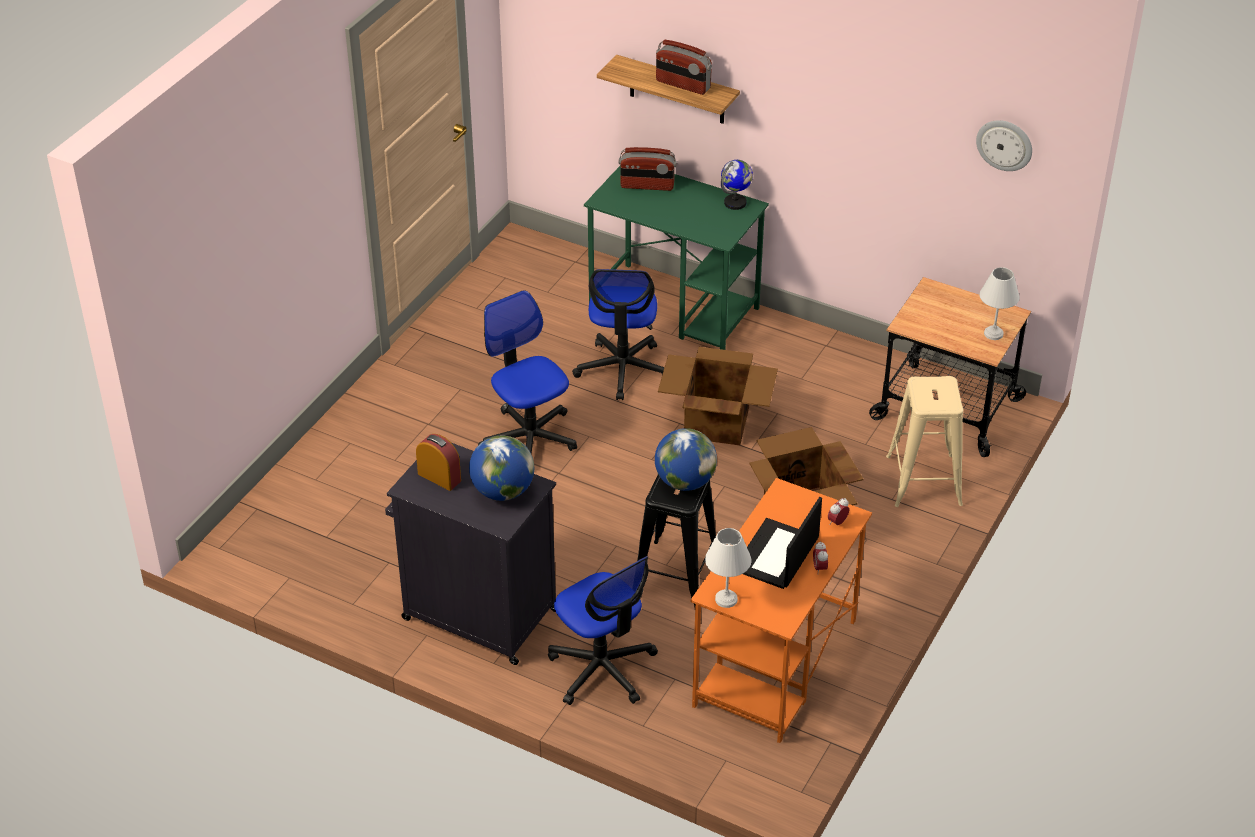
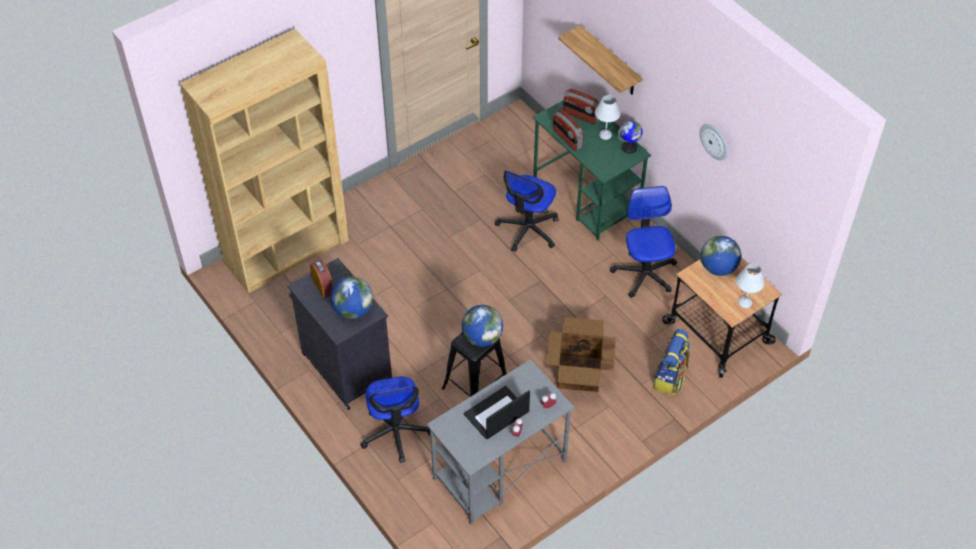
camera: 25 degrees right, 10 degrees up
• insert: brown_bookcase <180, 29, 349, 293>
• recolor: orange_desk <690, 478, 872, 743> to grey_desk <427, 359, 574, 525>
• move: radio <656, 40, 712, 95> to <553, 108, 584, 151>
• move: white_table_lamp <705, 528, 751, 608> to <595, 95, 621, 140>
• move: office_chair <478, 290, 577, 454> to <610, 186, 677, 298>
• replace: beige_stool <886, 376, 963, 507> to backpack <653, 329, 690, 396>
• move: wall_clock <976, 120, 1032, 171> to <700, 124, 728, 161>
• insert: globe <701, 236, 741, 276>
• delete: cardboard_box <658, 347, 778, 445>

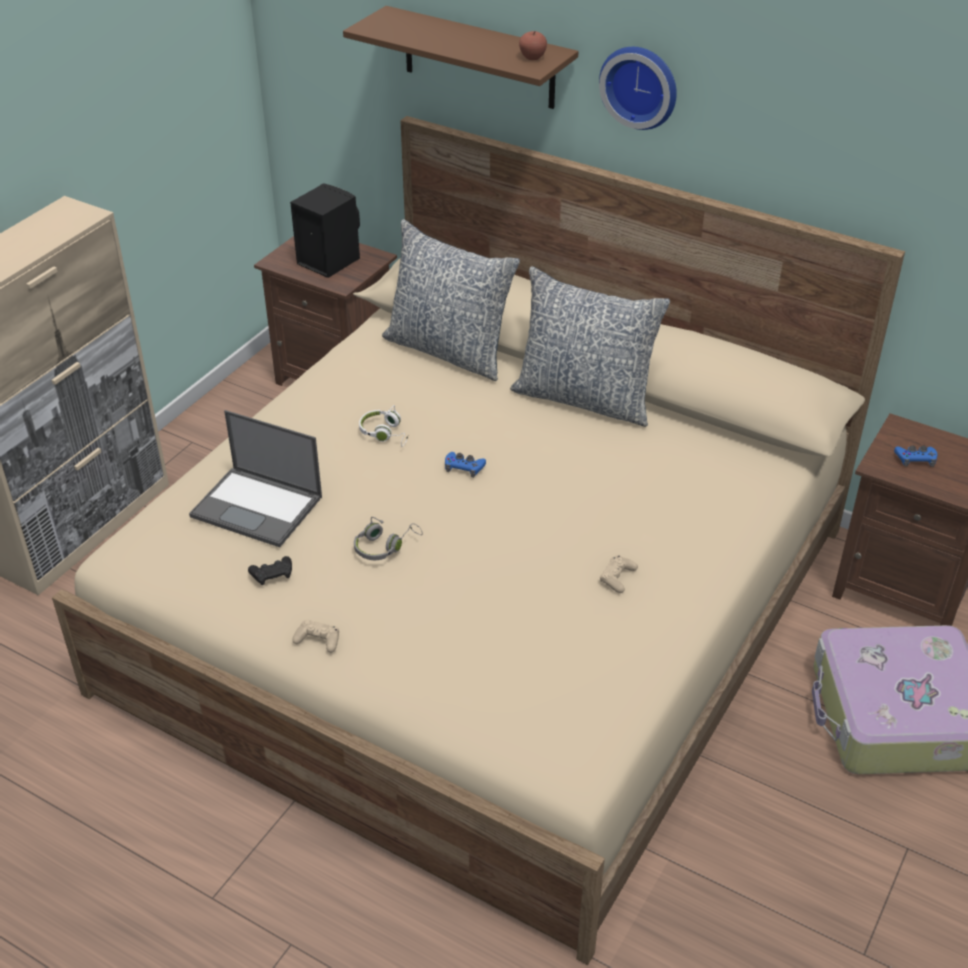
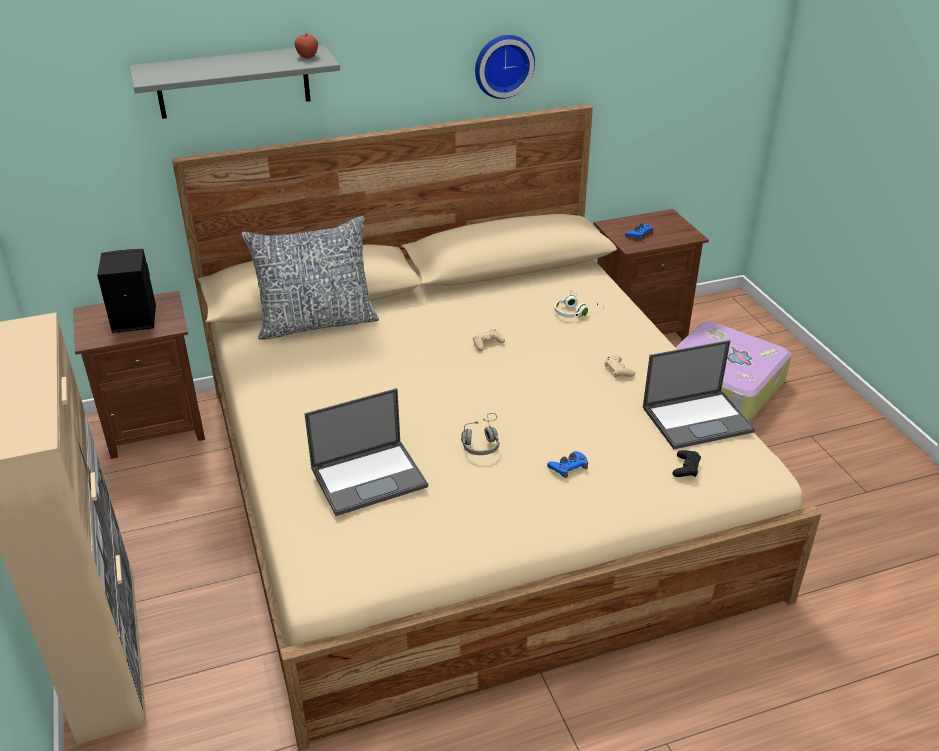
camera: 50 degrees left, 5 degrees down
• recolor: brown_shelf <343, 6, 579, 109> to grey_shelf <129, 45, 340, 119>
• move: beige_game_controller <292, 620, 339, 653> to <473, 329, 505, 351>
• move: wall_clock <599, 47, 677, 130> to <475, 35, 535, 99>
• move: blue_game_controller <445, 452, 486, 478> to <547, 451, 588, 478>
• move: white_headphones <359, 405, 408, 447> to <554, 290, 604, 318>
• insert: laptop <643, 340, 755, 449>
• move: black_game_controller <248, 556, 292, 585> to <672, 450, 701, 477>
• delete: pillow <510, 266, 670, 427>

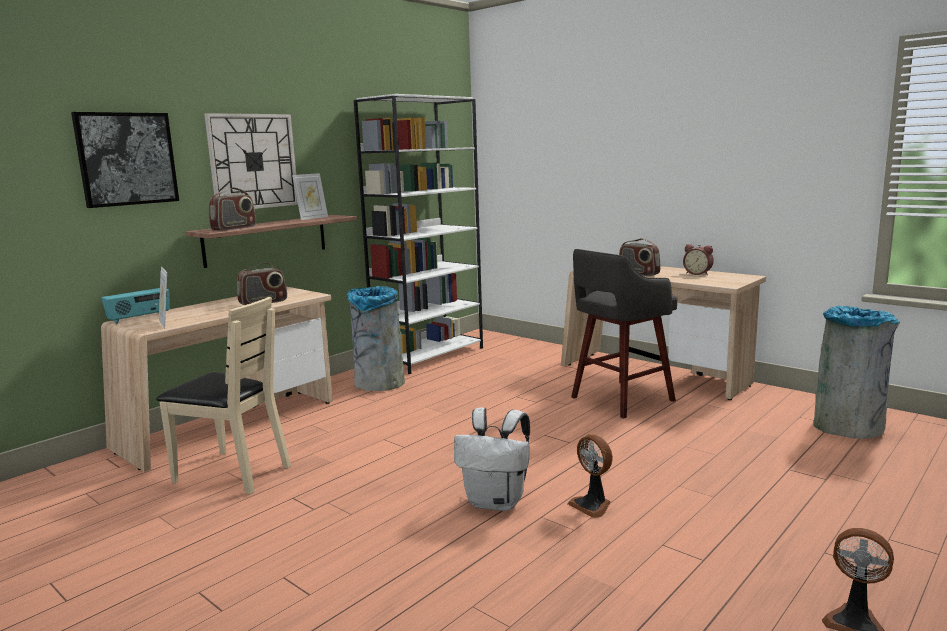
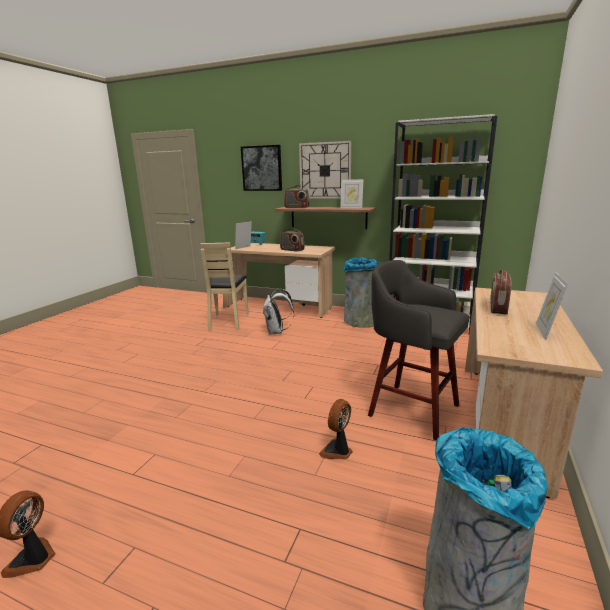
camera: 70 degrees right, 5 degrees up
• move: white_backpack <454, 407, 530, 511> to <263, 289, 294, 334>
• move: fan <567, 434, 613, 518> to <319, 399, 353, 459>
• replace: alarm_clock <683, 244, 714, 275> to picture_frame <536, 272, 568, 340>

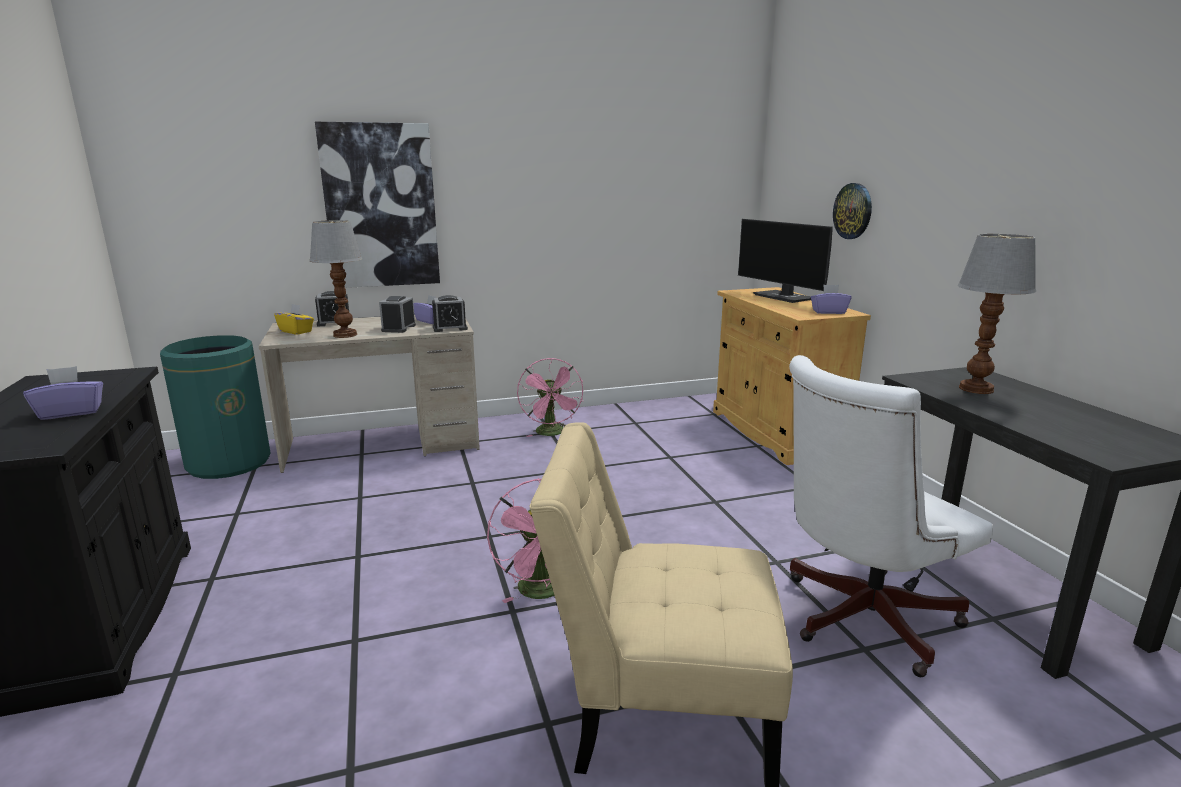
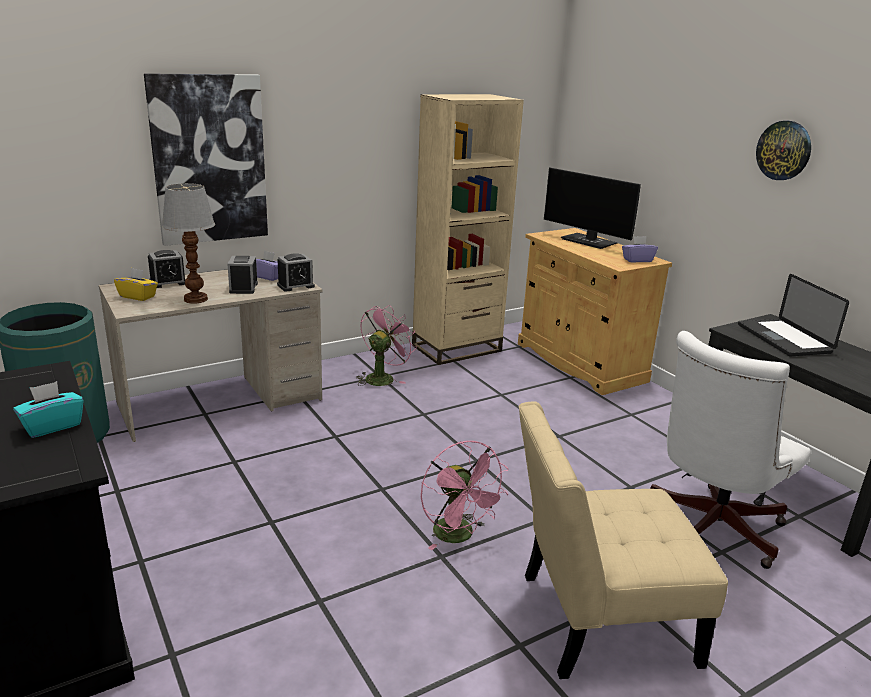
camera: 15 degrees left, 5 degrees up
• recolor: purple_tissue_box <23, 366, 103, 420> to turquoise_tissue_box <13, 381, 84, 438>
• rotate: pink_fan <517, 358, 583, 437> = <356, 305, 417, 386> 120 degrees counterclockwise
• insert: beige_bookcase <412, 94, 524, 365>
• replace: table_lamp <957, 234, 1036, 394> to laptop <738, 274, 849, 356>
• move: wall_clock <833, 183, 872, 239> to <756, 121, 811, 180>

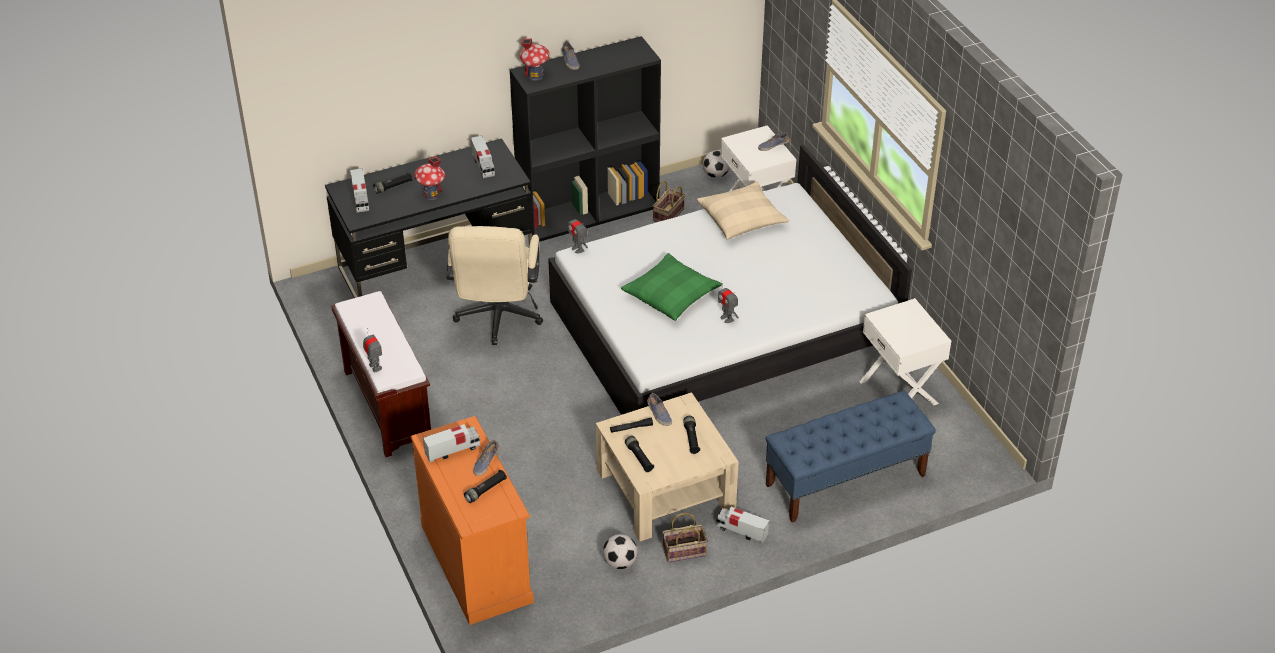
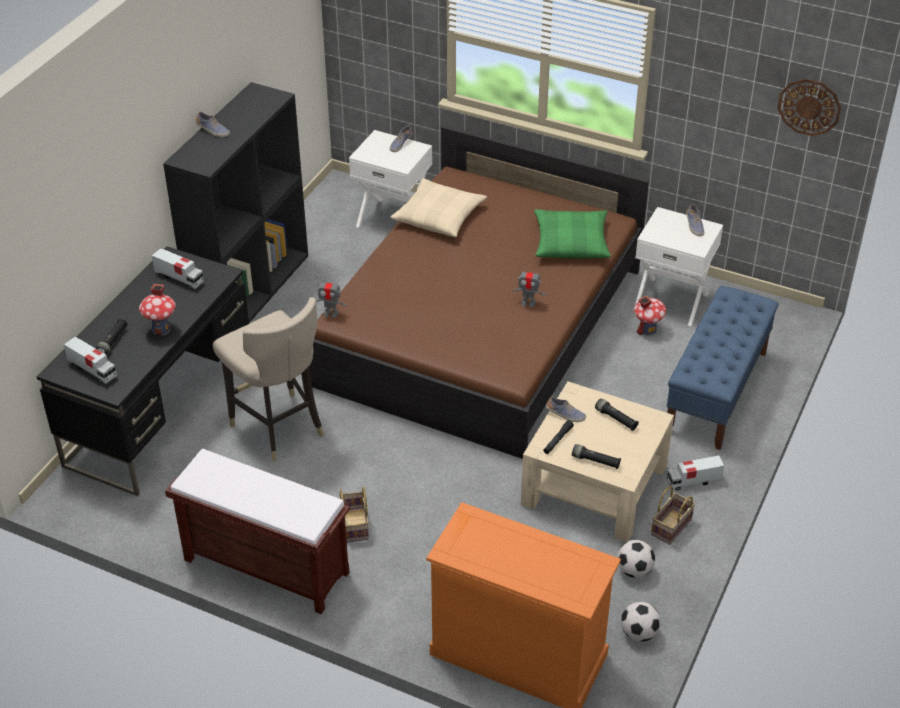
camera: 40 degrees left, 0 degrees up
• replace: beige_office_chair <446, 226, 543, 345> to beige_stool <213, 297, 324, 462>
• recolor: white_bed <548, 144, 912, 415> to brown_bed <309, 126, 649, 459>
• move: basket <653, 181, 685, 222> to <339, 487, 369, 542>
• move: green_pillow <621, 253, 723, 321> to <534, 209, 611, 258>
• move: football <703, 150, 730, 178> to <621, 602, 661, 642>
• move: toy_house <520, 38, 550, 81> to <634, 296, 666, 336>
• move: shoe <473, 440, 499, 476> to <686, 204, 705, 236>
• insert: wall_clock <777, 79, 841, 136>
• delete: toy_robot <363, 328, 382, 373>
• delete: toy_truck <423, 424, 480, 462>
• delete: black_flashlight <464, 470, 507, 503>

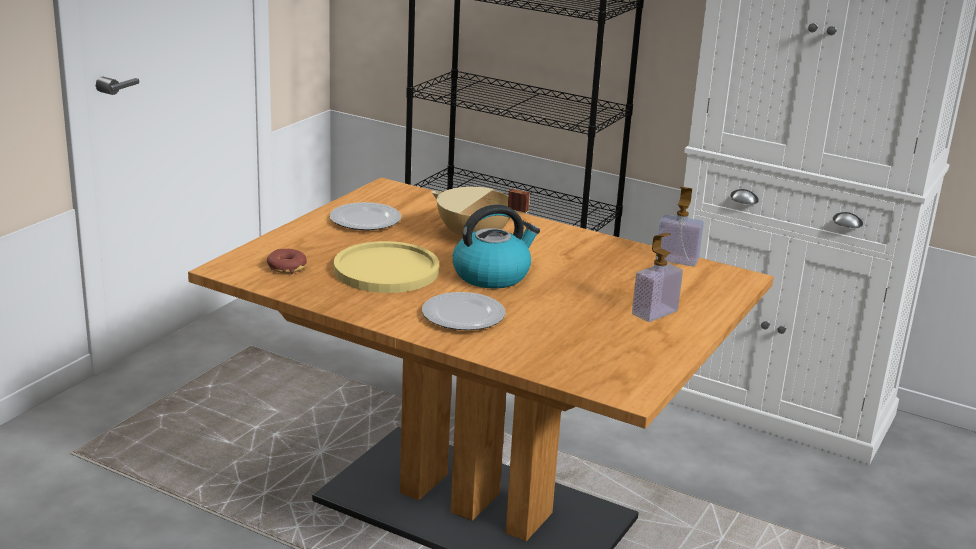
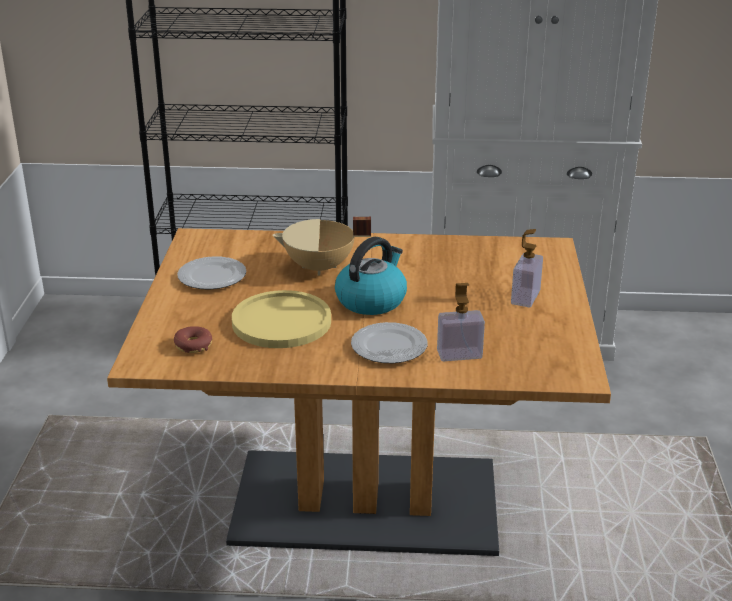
camera: 25 degrees left, 5 degrees up
• move: soap_dispenser <656, 187, 704, 266> to <437, 283, 485, 361>

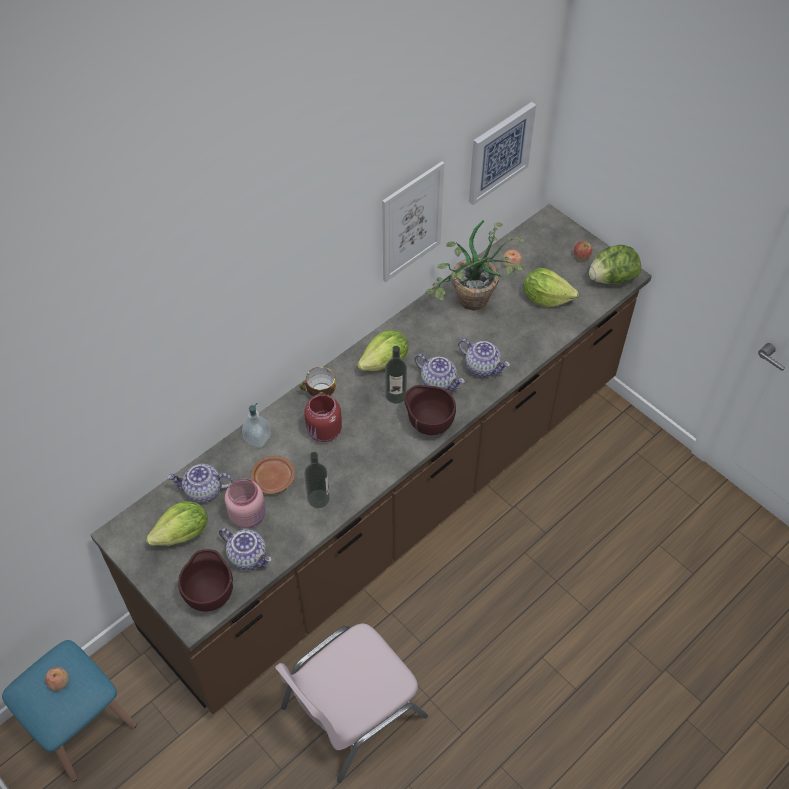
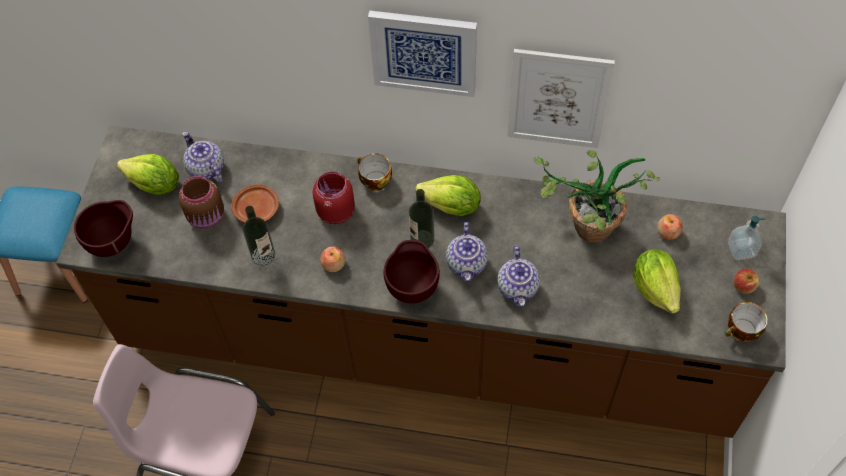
camera: 55 degrees right, 5 degrees up
• recolor: pink_jar <225, 478, 266, 528> to brown_jar <179, 176, 224, 229>
• move: apple <45, 667, 69, 691> to <320, 247, 345, 272>
• move: picture <469, 102, 536, 205> to <368, 10, 477, 97>
• replace: lettuce <589, 245, 641, 284> to cup <725, 302, 768, 342>
• move: soap_dispenser <242, 403, 271, 448> to <728, 216, 765, 260>
• delete: teapot <219, 528, 272, 570>

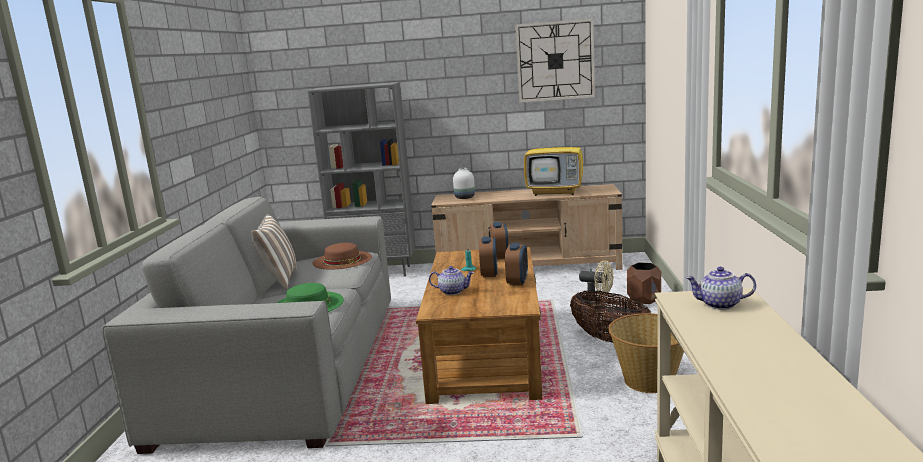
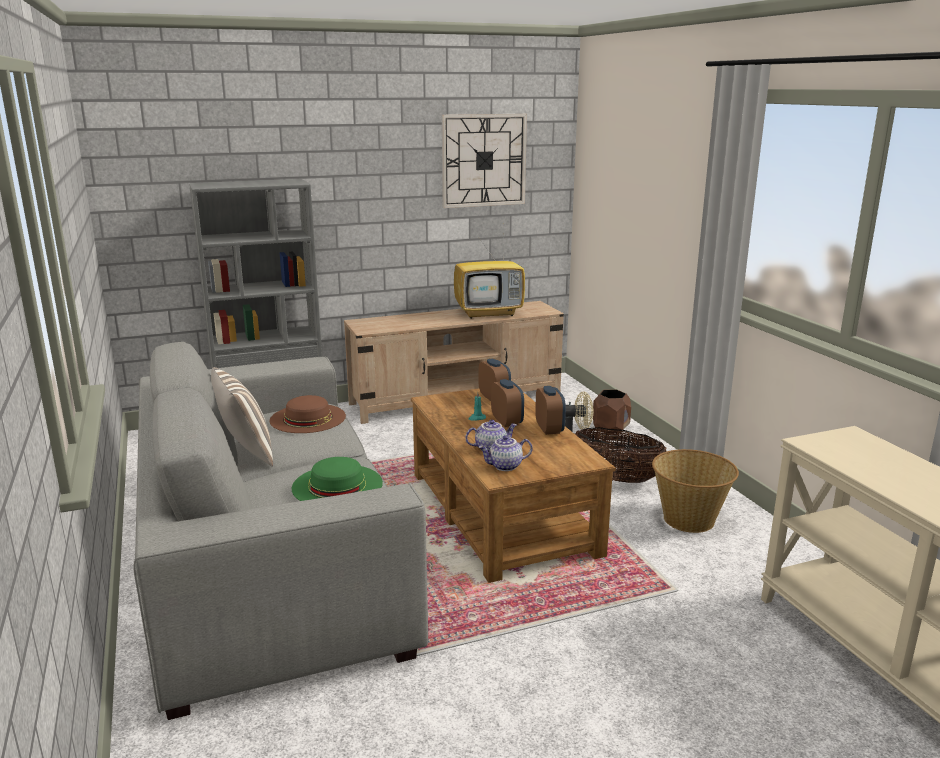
camera: 25 degrees left, 5 degrees up
• move: teapot <686, 267, 756, 310> to <478, 435, 533, 471>
• delete: white_vase <453, 168, 475, 199>

